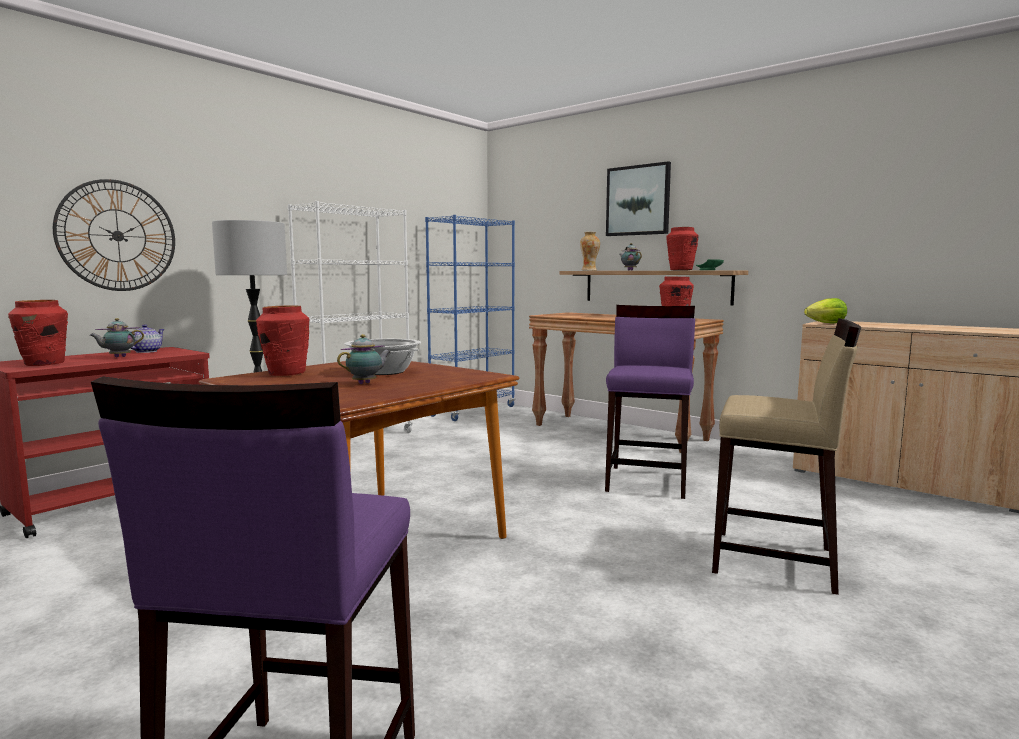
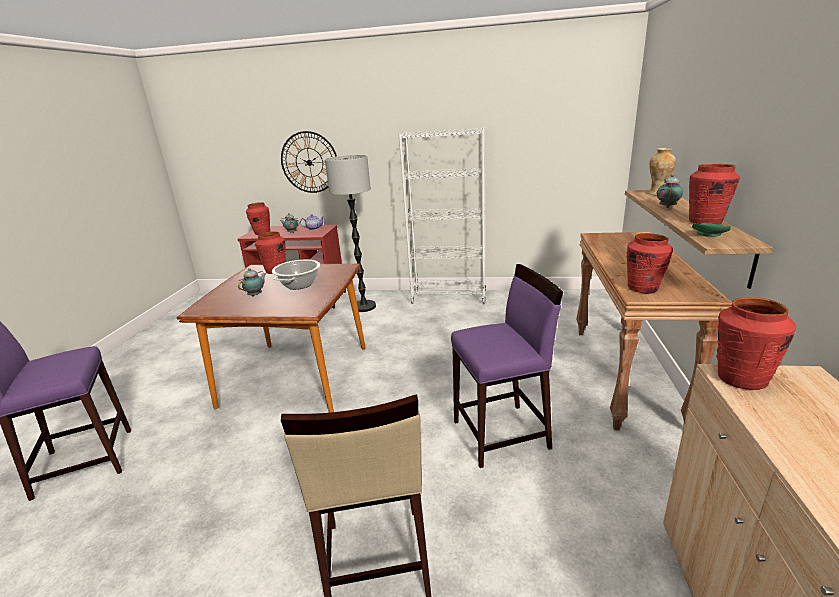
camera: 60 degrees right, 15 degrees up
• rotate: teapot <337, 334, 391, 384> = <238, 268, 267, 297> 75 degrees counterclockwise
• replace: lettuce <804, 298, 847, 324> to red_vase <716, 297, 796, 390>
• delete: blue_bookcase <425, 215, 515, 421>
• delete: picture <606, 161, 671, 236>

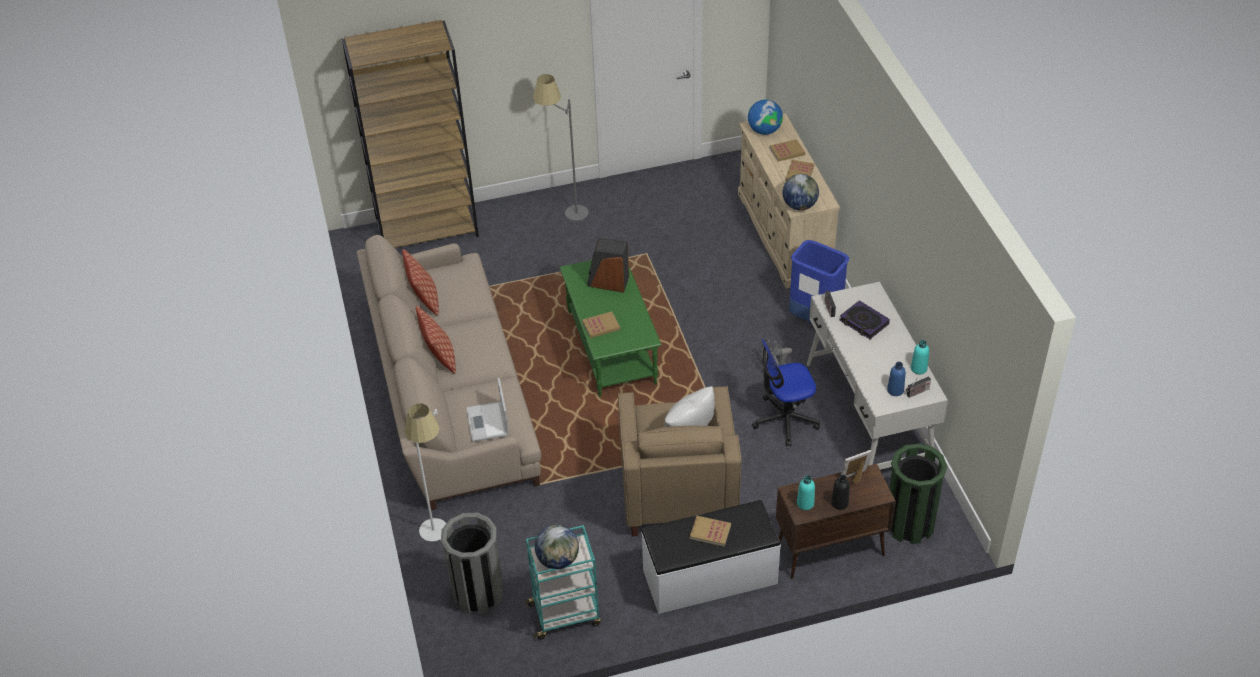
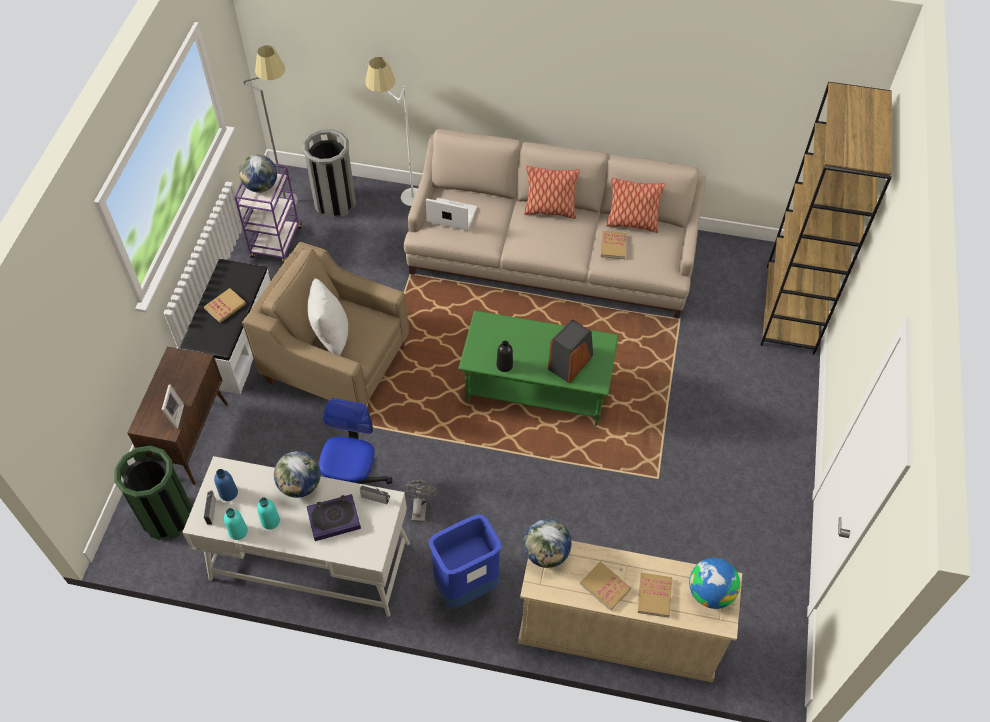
camera: 115 degrees right, 10 degrees up
• recolor: turquoise_cart <525, 525, 601, 640> to purple_cart <234, 165, 303, 262>
• move: grey_floor_lamp <533, 74, 589, 221> to <243, 45, 298, 208>
• move: turquoise_bottle <797, 475, 815, 510> to <257, 497, 280, 529>
• insert: globe <274, 451, 321, 498>
• move: black_bottle <831, 475, 850, 510> to <496, 341, 513, 372>
• move: book <582, 311, 620, 338> to <601, 231, 627, 259>

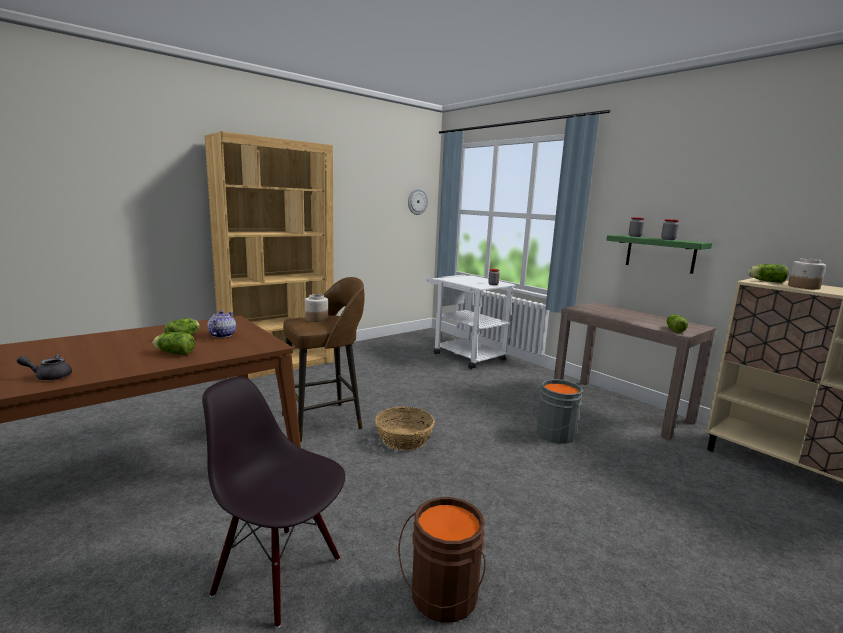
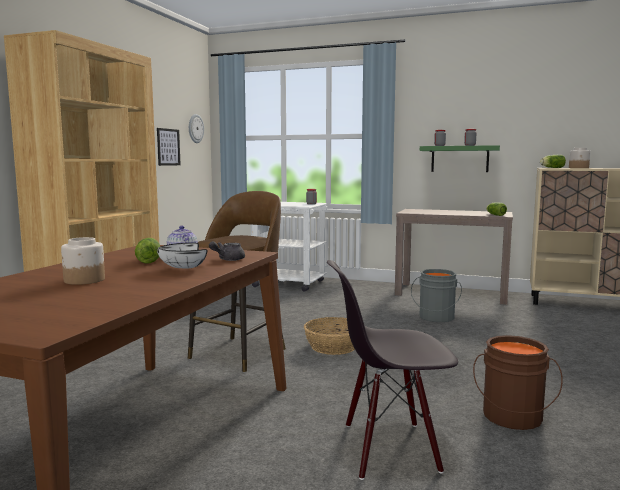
camera: 30 degrees left, 5 degrees down
• move: jar <305, 294, 328, 322> to <61, 237, 105, 285>
• insert: picture <157, 128, 181, 166>
• replace: lettuce <153, 332, 195, 355> to white_bowl <157, 243, 207, 269>
• move: grey_teapot <17, 354, 72, 380> to <209, 241, 245, 261>

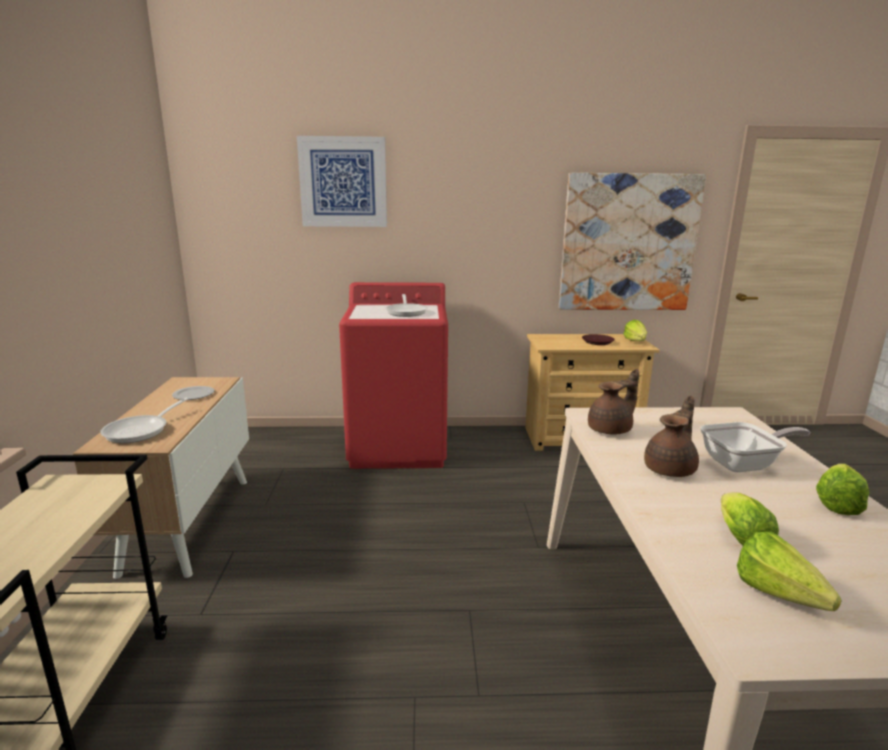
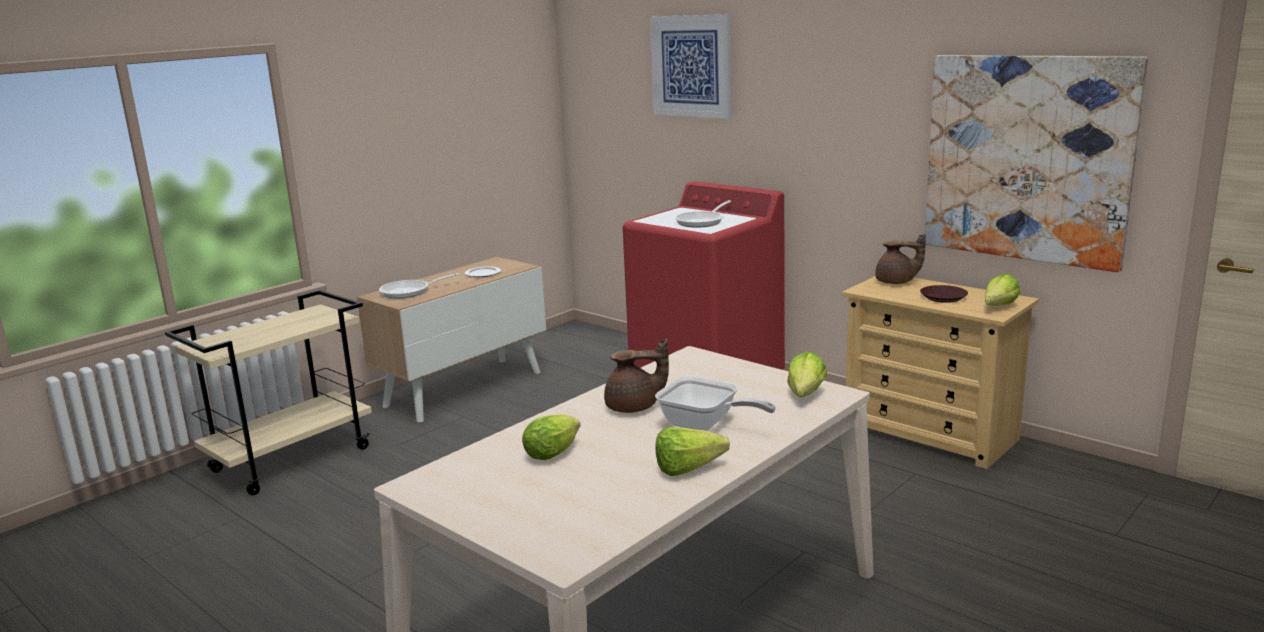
camera: 45 degrees right, 0 degrees up
• move: lettuce <737, 532, 842, 611> to <787, 352, 827, 397>
• move: brown_teapot <588, 369, 639, 435> to <875, 234, 926, 284>

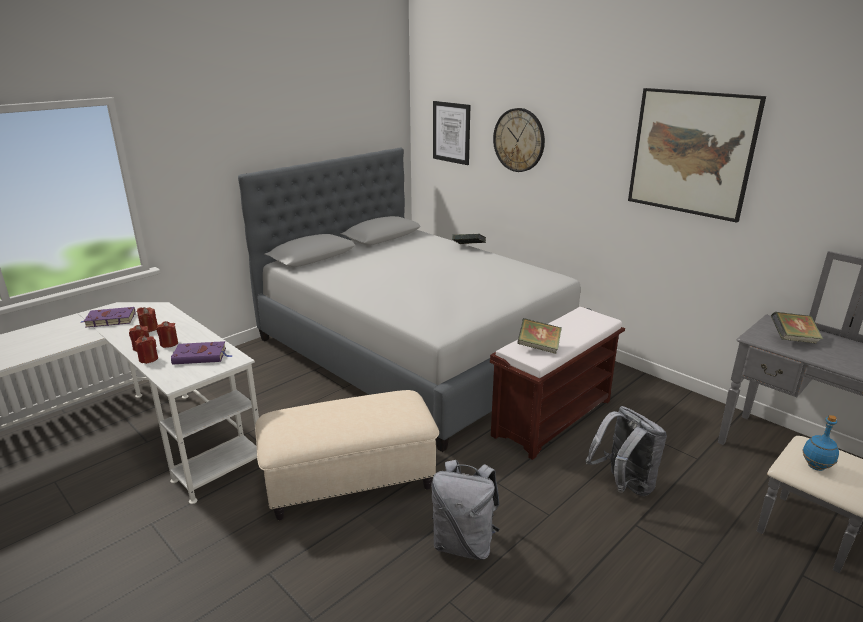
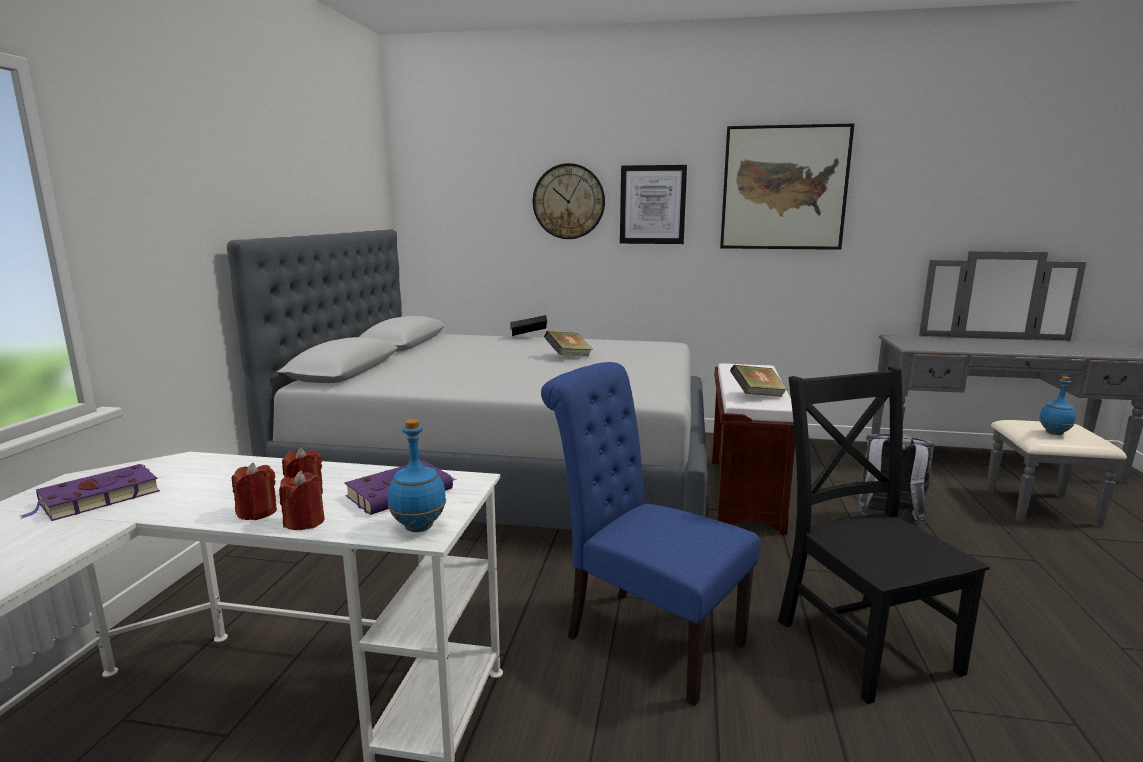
camera: 35 degrees left, 10 degrees down
• insert: blue_bottle <388, 419, 446, 532>
• replace: beige_ottoman <255, 390, 439, 520> to blue_chair <541, 362, 760, 706>
• move: book <771, 312, 823, 344> to <544, 331, 593, 356>
• move: picture <433, 101, 471, 165> to <620, 165, 687, 244>
• replace: grey_backpack <432, 460, 500, 560> to black_chair <778, 367, 990, 704>
• delete: red_candle <137, 307, 158, 332>

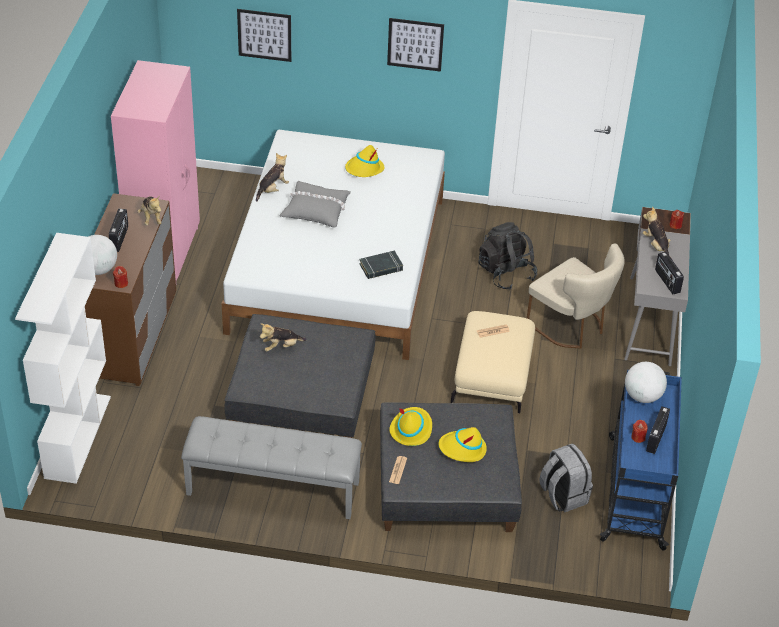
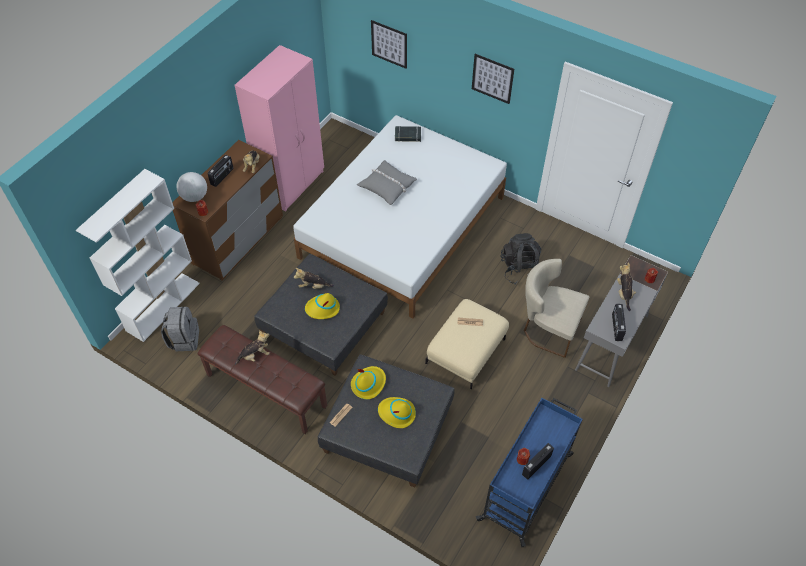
camera: 25 degrees right, 10 degrees up
• move: grey_backpack <540, 443, 593, 512> to <161, 307, 199, 351>
• recolor: grey_bench <181, 416, 362, 519> to brown_bench <197, 325, 327, 434>
• move: plush_toy <256, 153, 289, 202> to <235, 330, 270, 365>
• move: yellow_hat <345, 145, 384, 177> to <305, 293, 340, 319>
• move: black_book <359, 251, 403, 279> to <395, 126, 421, 142>
• rotate: beige_chair <527, 244, 625, 349> = <524, 259, 589, 358> 135 degrees clockwise
• delete: globe <625, 362, 667, 403>

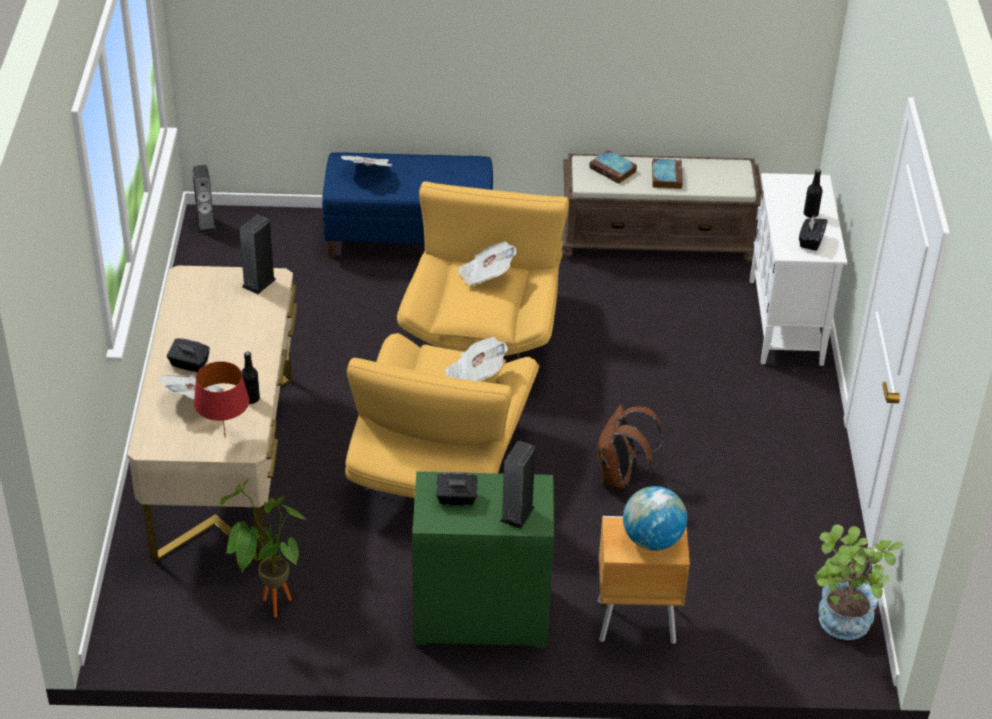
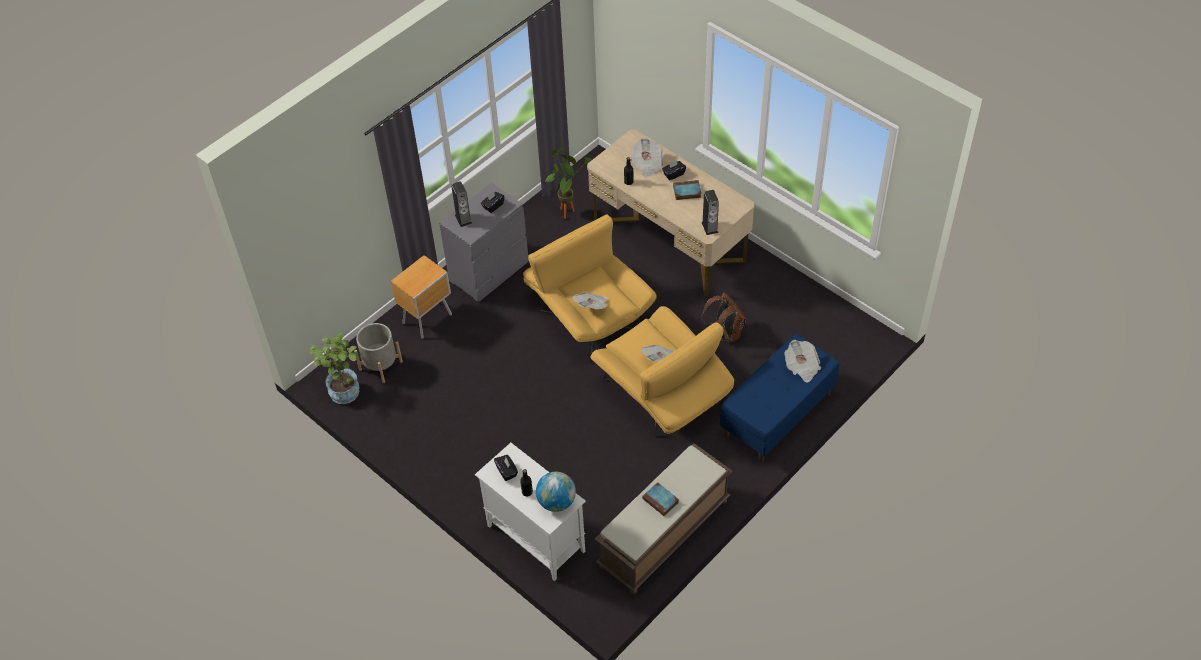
camera: 135 degrees right, 10 degrees up
• insert: grey_planter <354, 323, 403, 383>
• recolor: green_dresser <413, 471, 554, 648> to grey_dresser <439, 183, 529, 302>
• move: globe <623, 486, 687, 550> to <536, 472, 576, 512>
• move: book <589, 150, 637, 184> to <673, 180, 701, 200>
• move: brown_backpack <597, 405, 663, 489> to <702, 292, 746, 343>
• delete: speaker <192, 165, 216, 233>
• delete: red_table_lamp <194, 361, 249, 438>

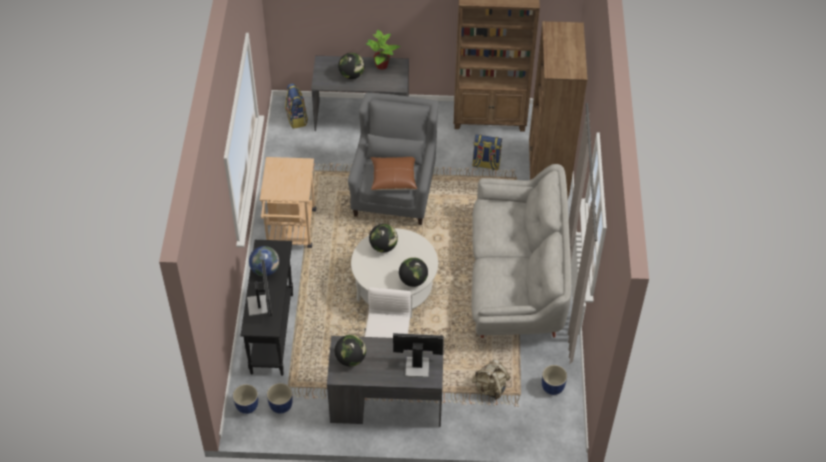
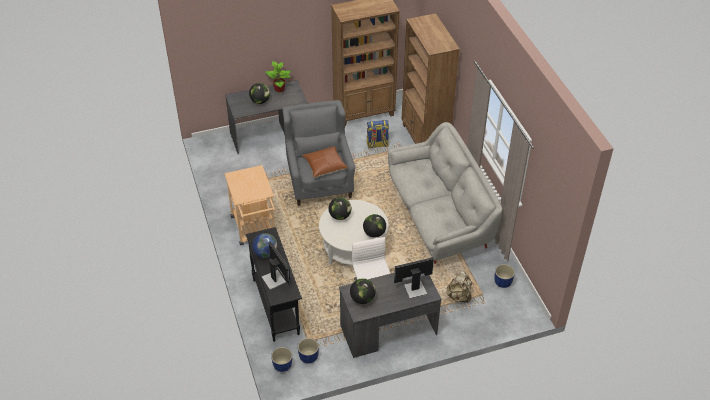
camera: 20 degrees left, 5 degrees down
• delete: backpack <285, 84, 308, 129>

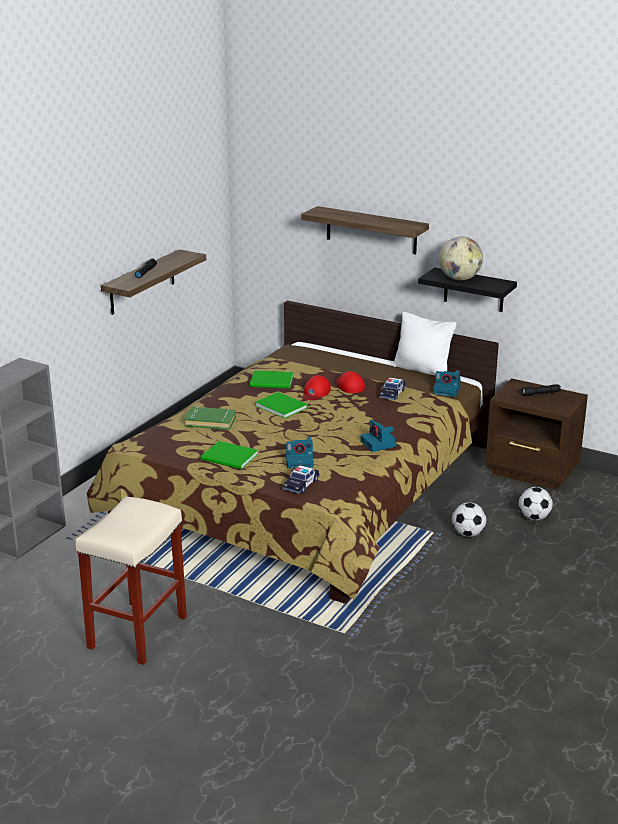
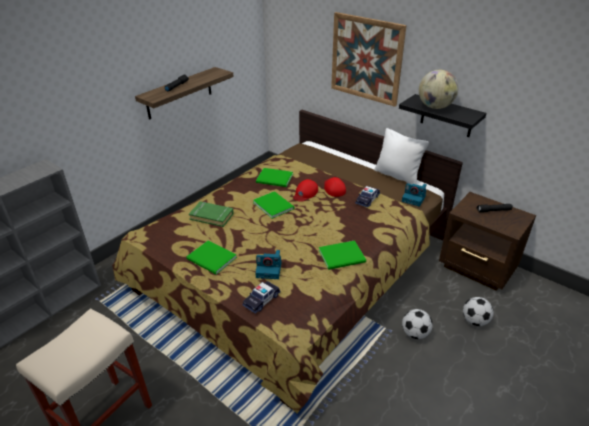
camera: 10 degrees right, 10 degrees up
• replace: photo_camera <360, 420, 397, 452> to green_book <319, 240, 366, 270>
• replace: shelf <301, 206, 429, 254> to picture <331, 12, 407, 107>

